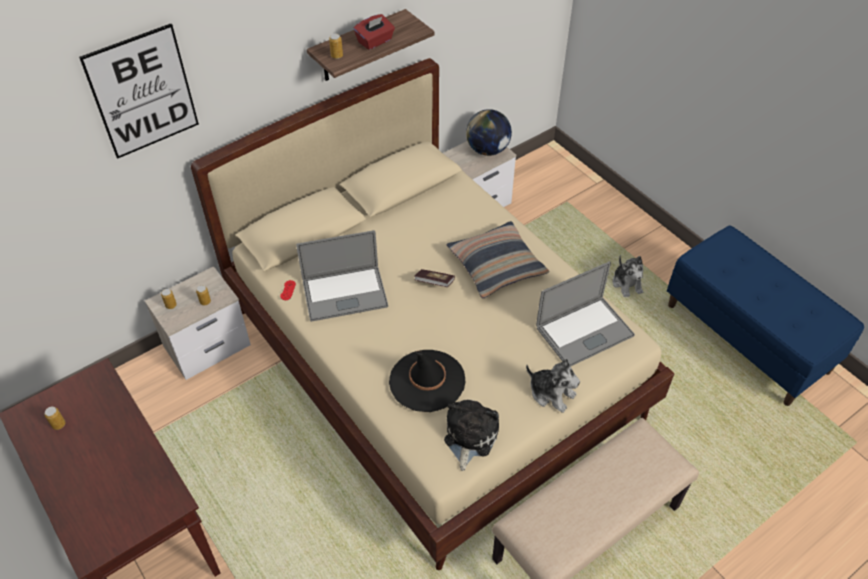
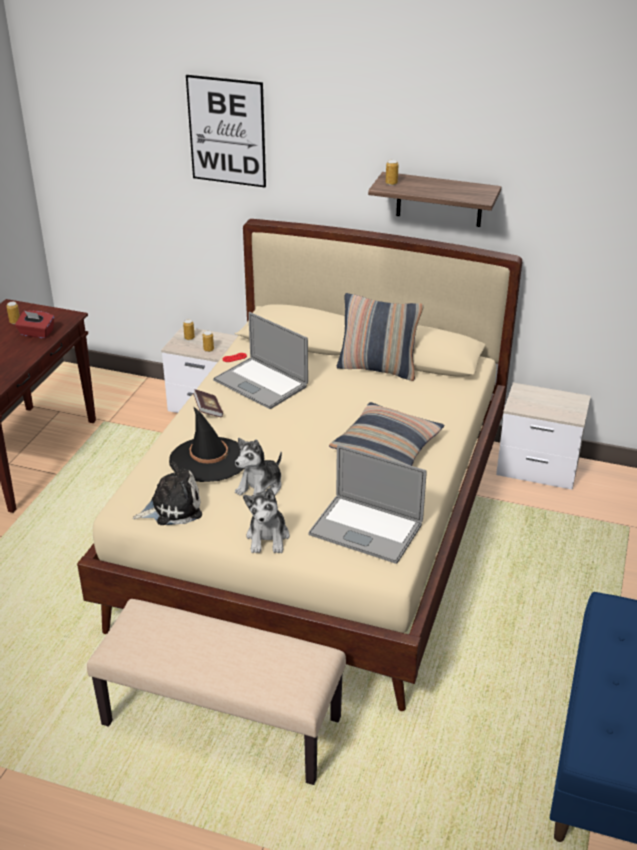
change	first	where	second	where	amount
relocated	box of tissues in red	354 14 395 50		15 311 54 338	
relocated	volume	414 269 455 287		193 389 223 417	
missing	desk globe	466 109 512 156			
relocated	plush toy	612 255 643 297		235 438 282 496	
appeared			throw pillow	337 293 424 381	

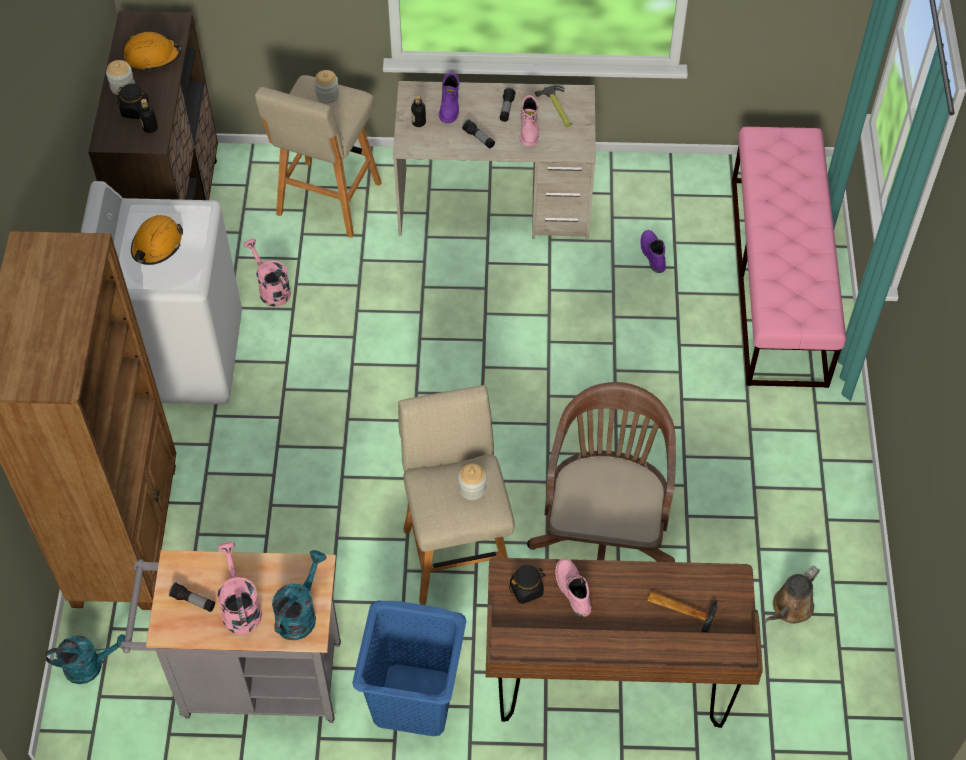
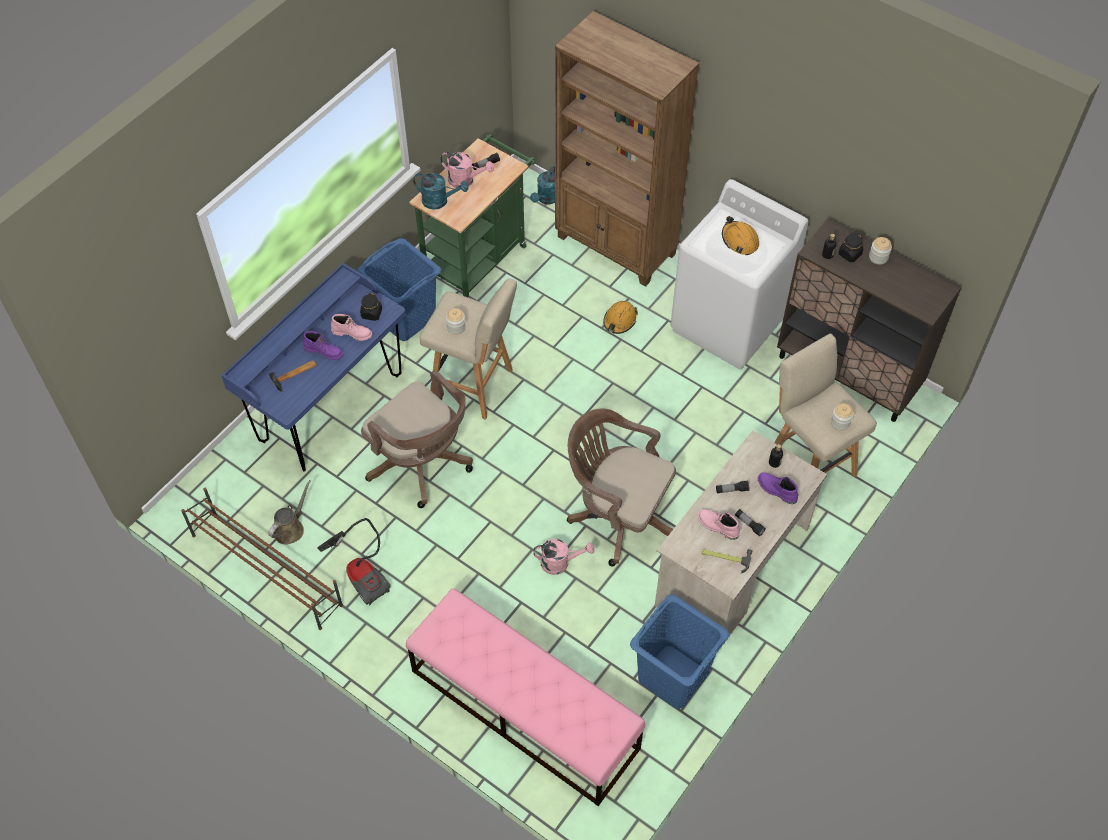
change	first	where	second	where	amount
colour	wheeled cart in greyish	120 550 341 723	wheeled cart in green-coloured	409 134 535 298	
relocated	safety helmet in orangey	124 32 181 72		603 301 638 334	
relocated	watering can in pinkish	244 239 291 307		533 539 594 575	
spun	watering can in blue-green	272 550 327 640		413 173 468 210	45 degrees counterclockwise
colour	desk in brown	486 557 763 728	desk in blue-coloured	221 263 406 471	
relocated	tall boot in purple-coloured	640 230 666 273		303 331 343 360	
spun	watering can in brown	763 566 820 624		268 480 311 544	45 degrees clockwise
appeared			shoe rack in brown	181 488 343 630	
appeared			vacuum cleaner	317 518 391 605	
appeared			office chair in brown	567 409 676 566	
appeared			laundry basket in blue-coloured	630 594 729 709	

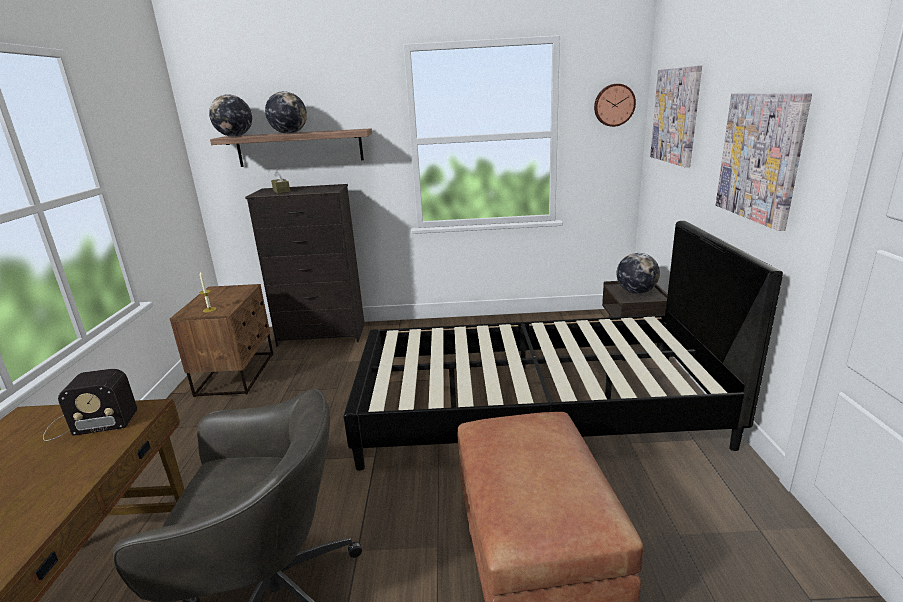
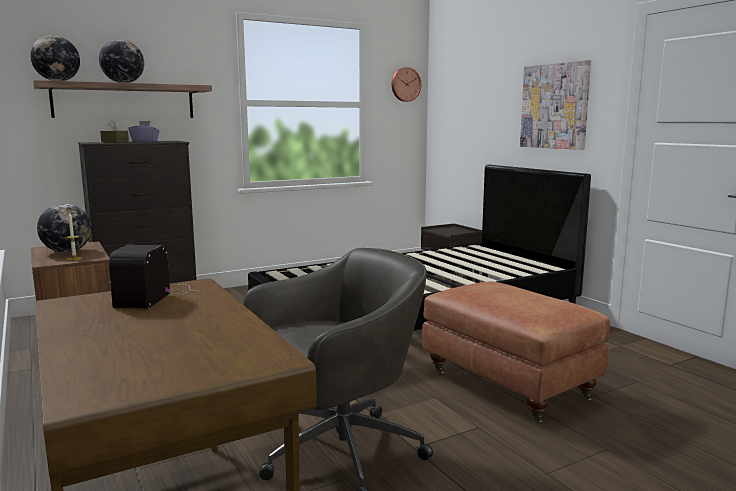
change	first	where	second	where	amount
spun	radio set	43 369 138 441		109 244 200 309	135 degrees clockwise
relocated	desk globe	617 253 660 294		37 204 92 253	
missing	wall picture	650 65 702 167			
appeared			box of tissues in purple-coloured	128 121 160 142	

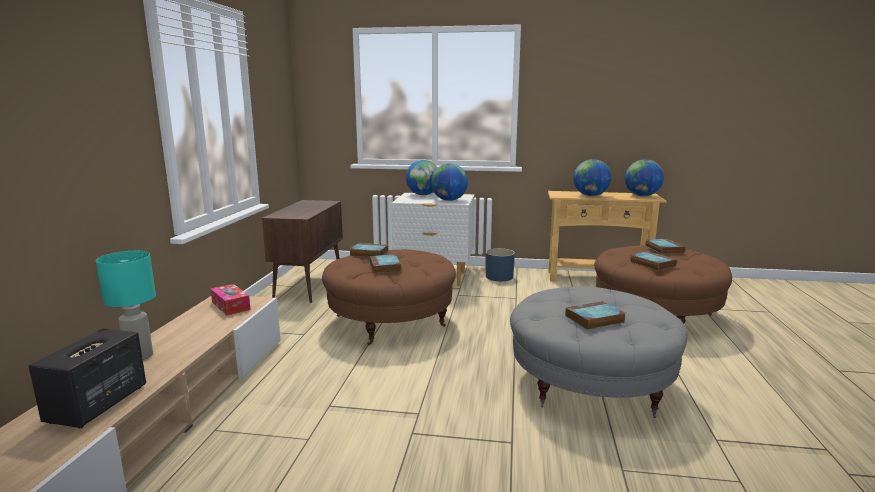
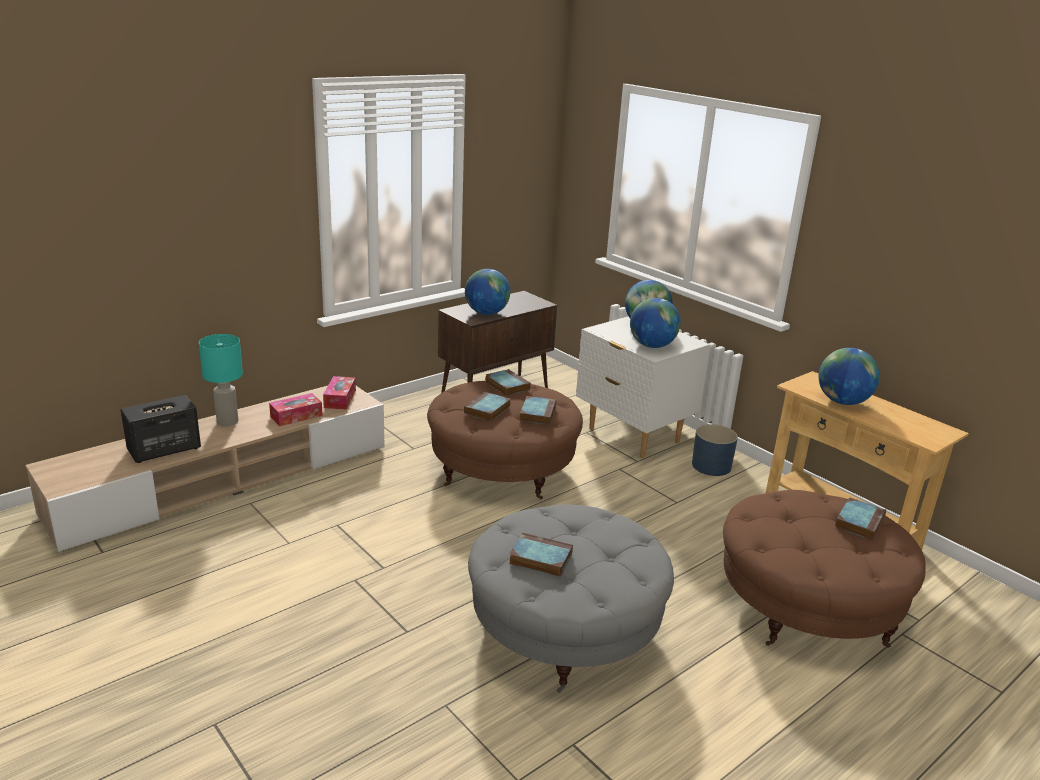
change	first	where	second	where	amount
relocated	desk globe	625 159 664 196		465 269 510 315	
relocated	volume	630 251 677 270		519 396 556 425	
appeared			box of tissues	269 393 323 426	

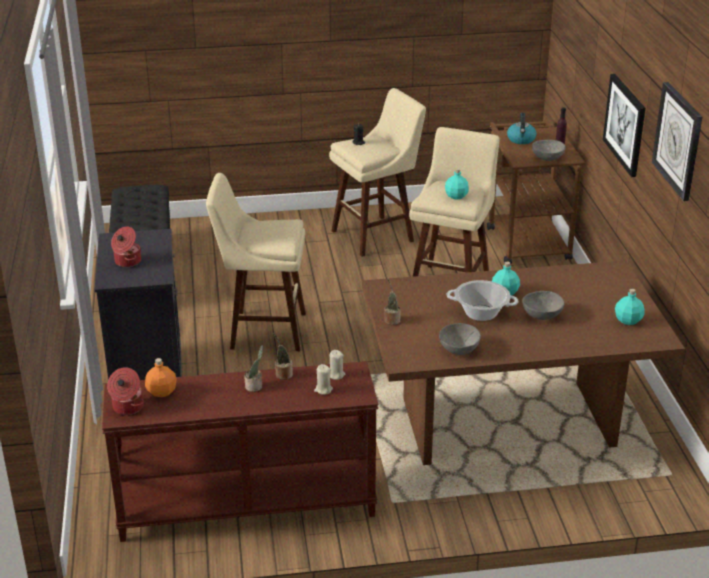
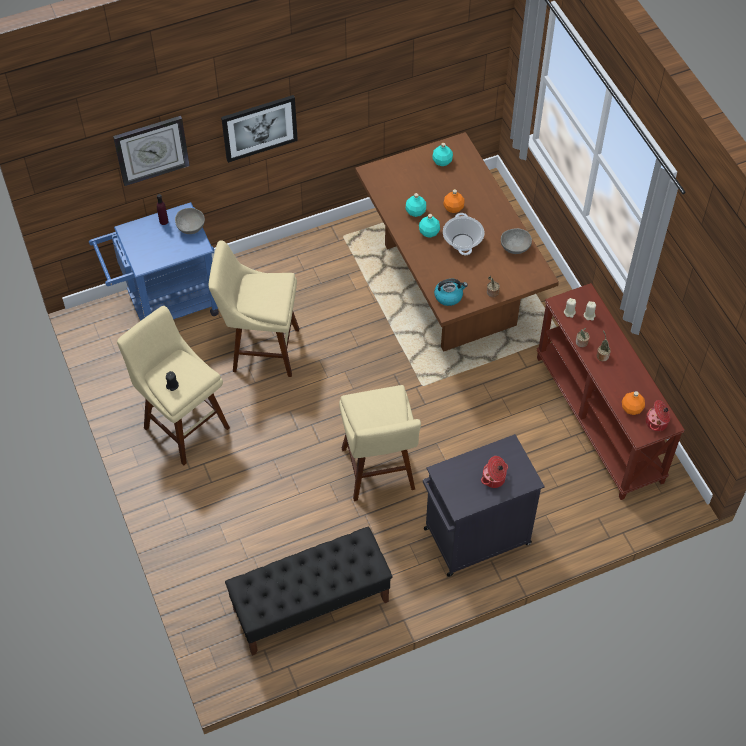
change	first	where	second	where	amount
relocated	beverage bottle in blue-green	445 168 469 200		406 193 426 217	
colour	wheeled cart in brown	487 119 585 264	wheeled cart in blue-coloured	89 202 219 321	
relocated	kettle	507 113 536 144		434 279 468 306	
exchanged	bowl in greyish	522 291 564 320	beverage bottle in orangey	443 189 465 213	
relocated	wall clock	652 82 702 201		113 116 190 186	

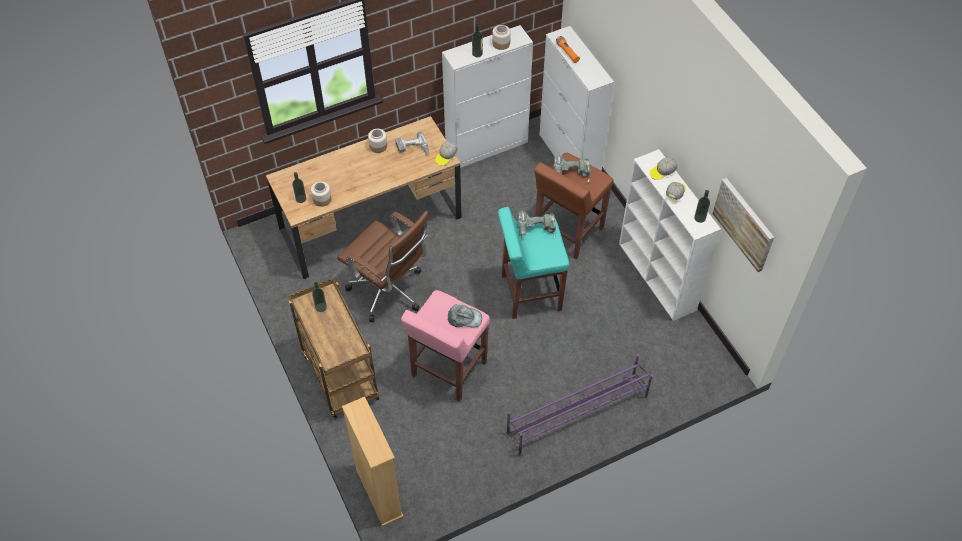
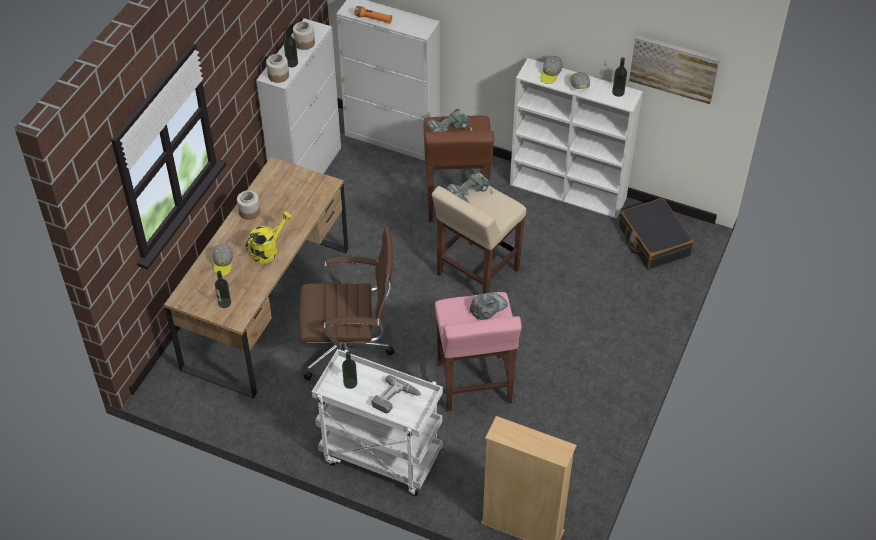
change	first	where	second	where	amount
colour	wheeled cart in brown	289 278 379 419	wheeled cart in white	312 349 443 496	
relocated	storage jar	311 181 331 207		266 54 289 83	
relocated	power drill	395 131 429 154		371 375 421 413	
relocated	peaked cap	436 141 458 166		213 244 233 276	
colour	sitting stool in blue-green	498 207 569 319	sitting stool in beige	432 185 527 294	
missing	shoe rack in purple-coloured	506 354 653 456			
appeared			watering can in yellowish	246 211 292 264	
appeared			travel case in blackish	619 198 694 270	

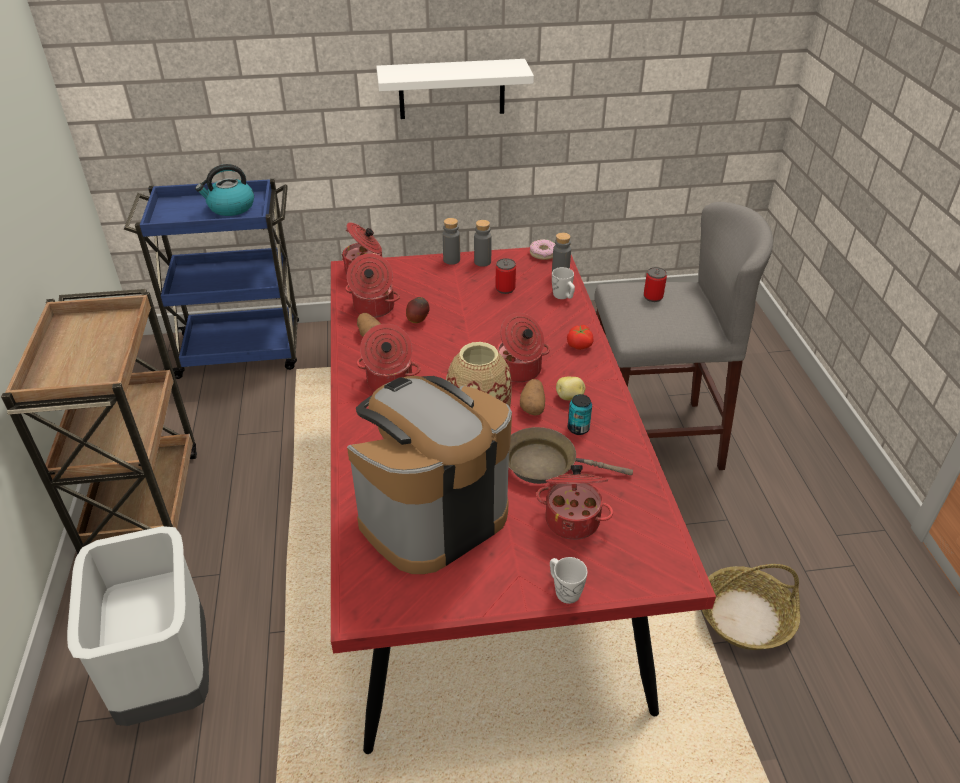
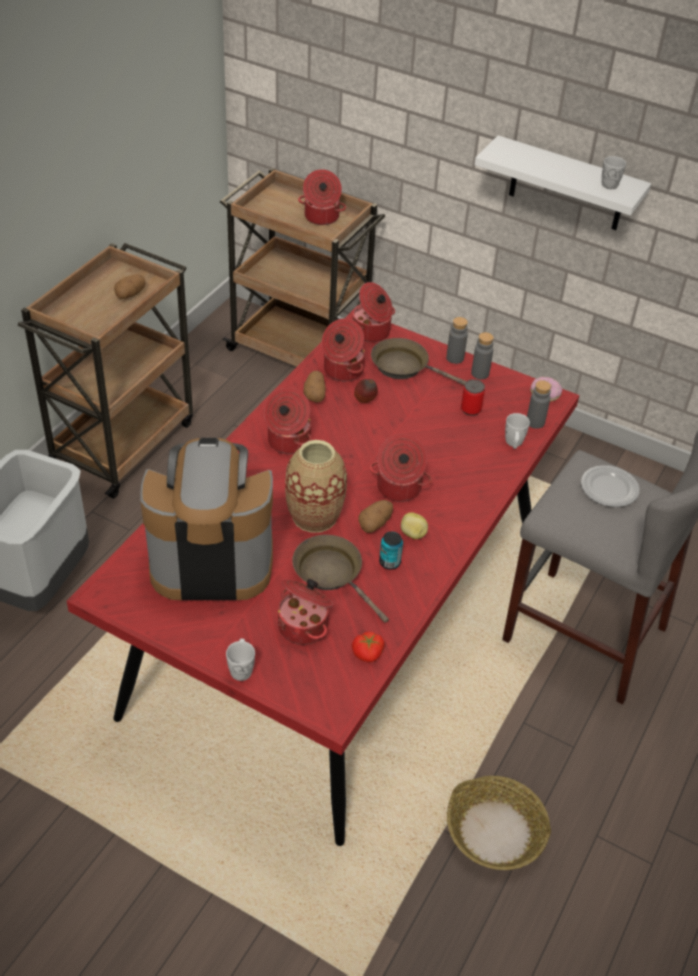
change	first	where	second	where	amount
colour	wheeled cart in blue-coloured	124 179 299 379	wheeled cart in brown	220 168 385 367	
exchanged	kettle	195 164 254 216	stockpot	298 169 346 225	
relocated	tomato	567 325 594 350		352 632 384 662	
exchanged	metal can	644 267 667 302	flat dish	581 465 640 507	
appeared			potato	114 274 145 299	
appeared			pan in brown	371 338 467 385	
appeared			coffee mug in white	602 156 626 189	

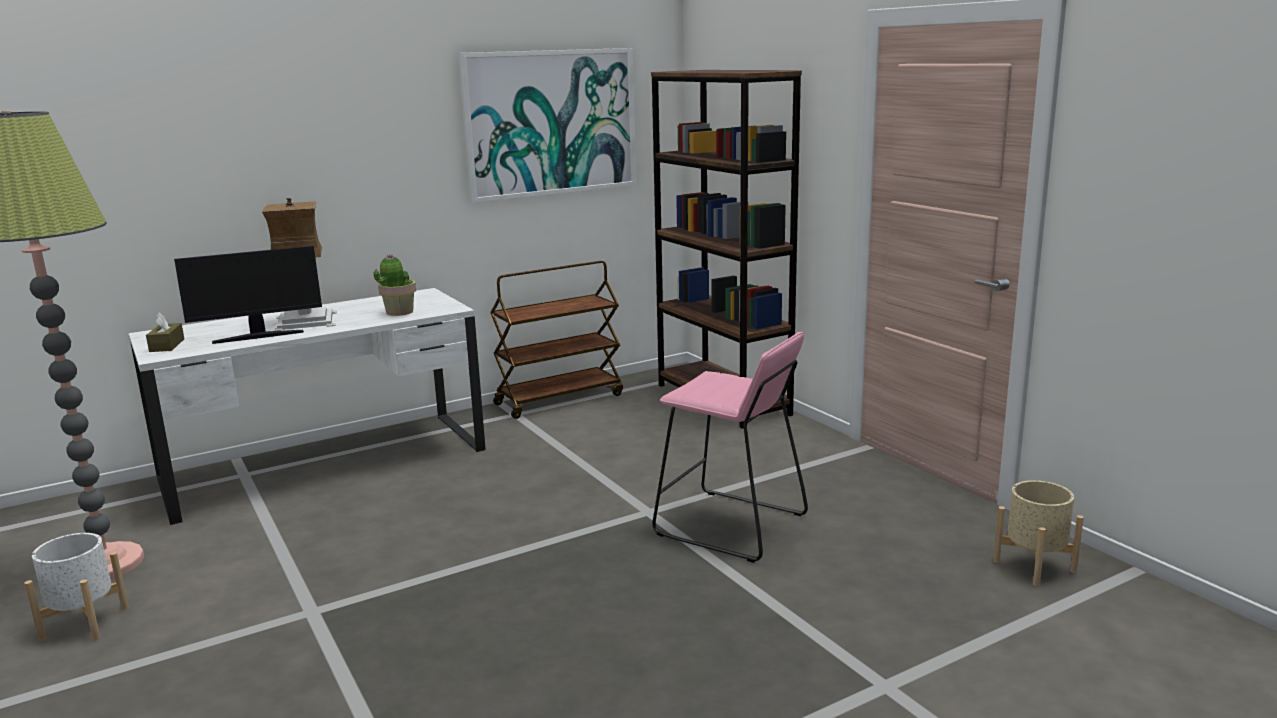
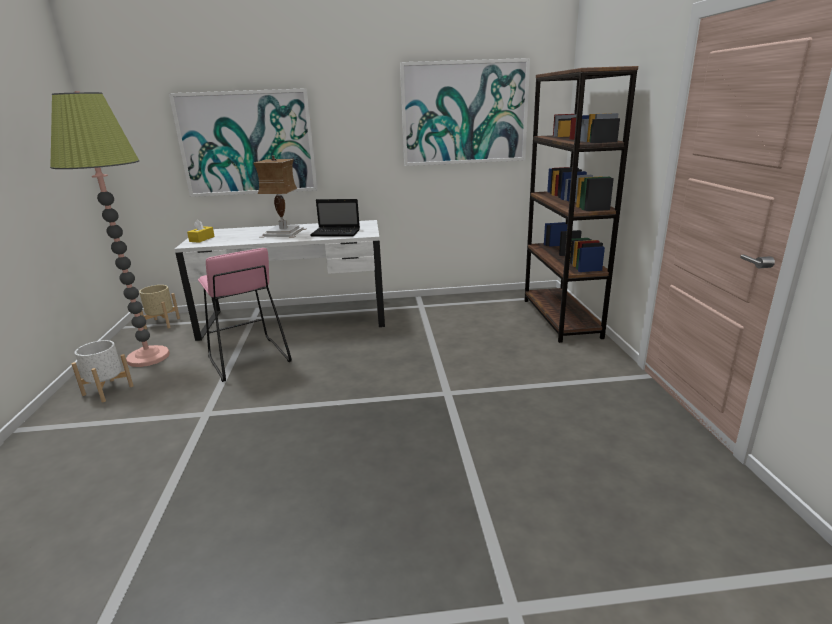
change	first	where	second	where	amount
colour	box of tissues in brown	146 312 184 352	box of tissues in yellowish	187 219 215 243	
missing	computer display	174 246 322 344			
exchanged	houseplant	373 254 416 316	notebook computer	310 199 360 236	
missing	wheeled cart in brown	490 261 623 419			
relocated	sitting stool in pinkish	652 332 808 563		198 248 292 382	
relocated	plant pot in beige	993 480 1084 586		139 285 180 329	
appeared			wall picture	169 88 318 197	

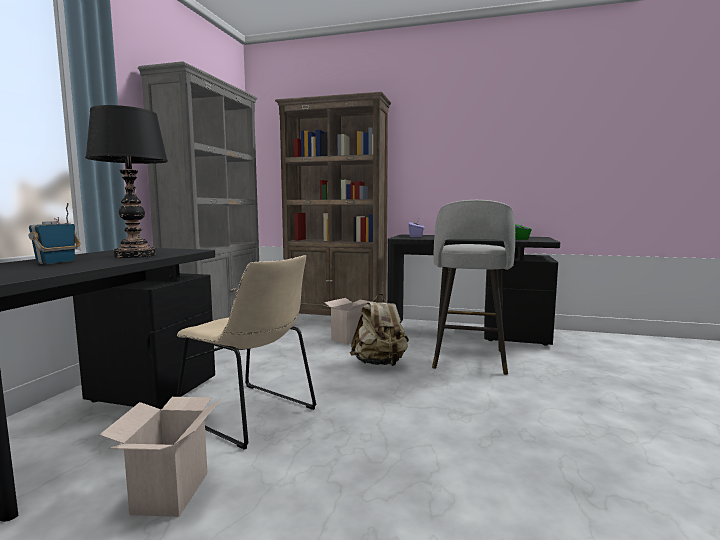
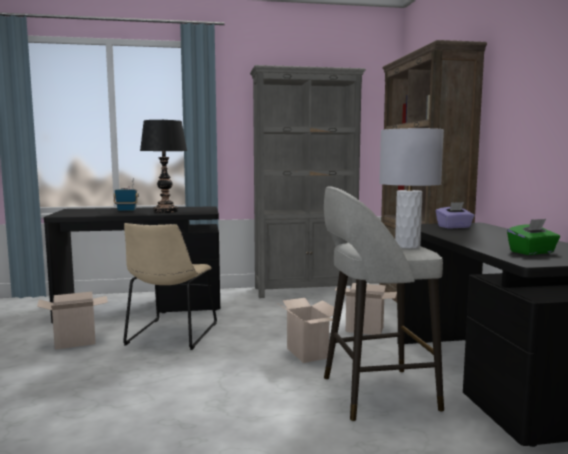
change	first	where	second	where	amount
exchanged	knapsack in beige	350 294 409 366	packing box	277 298 334 363	
appeared			tabletop lamp in greyish	379 128 444 249	

